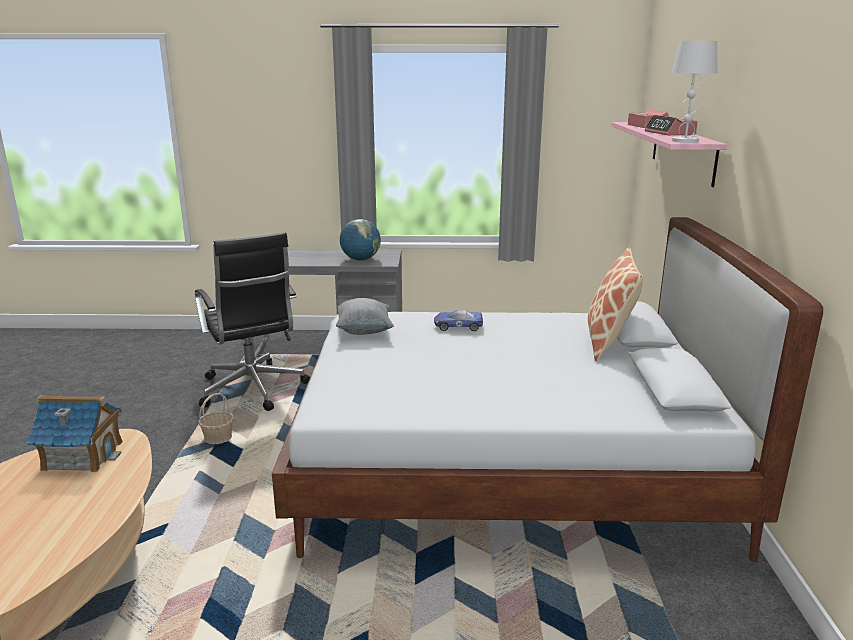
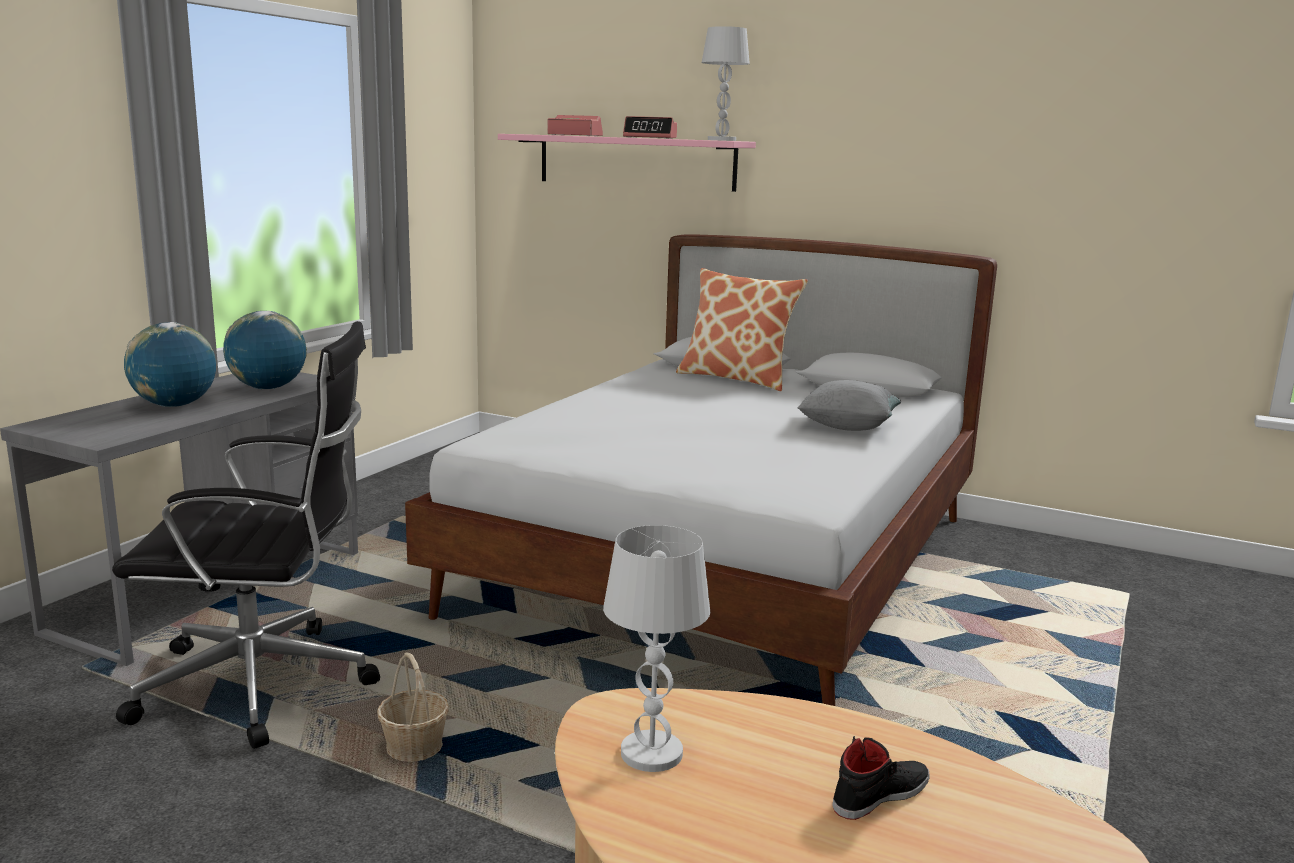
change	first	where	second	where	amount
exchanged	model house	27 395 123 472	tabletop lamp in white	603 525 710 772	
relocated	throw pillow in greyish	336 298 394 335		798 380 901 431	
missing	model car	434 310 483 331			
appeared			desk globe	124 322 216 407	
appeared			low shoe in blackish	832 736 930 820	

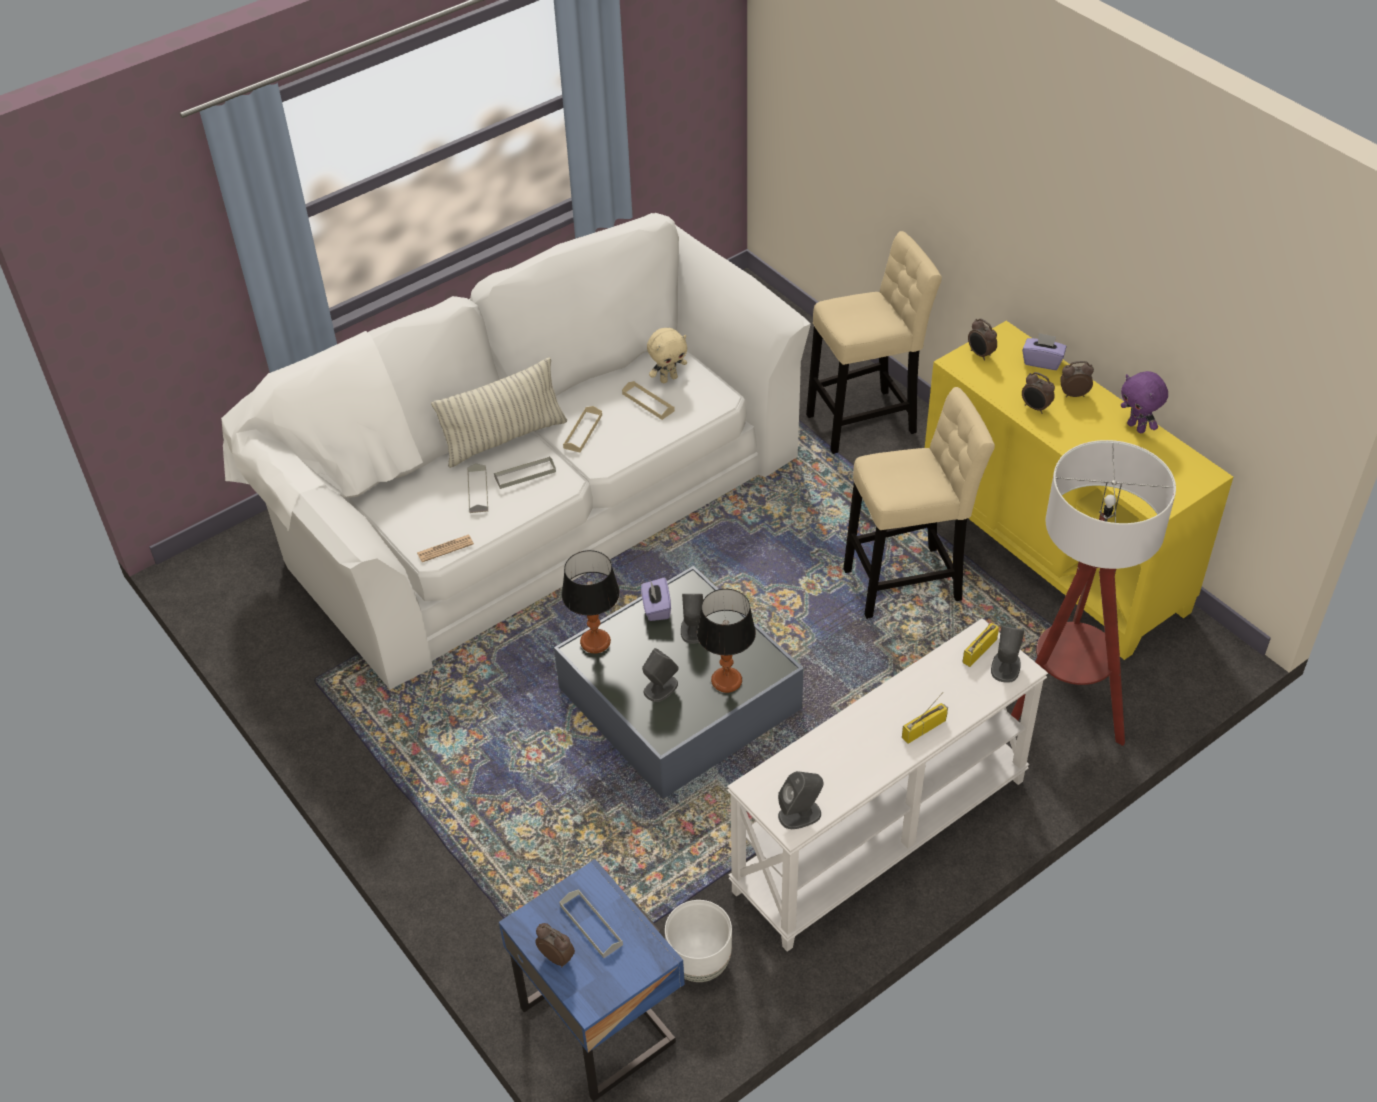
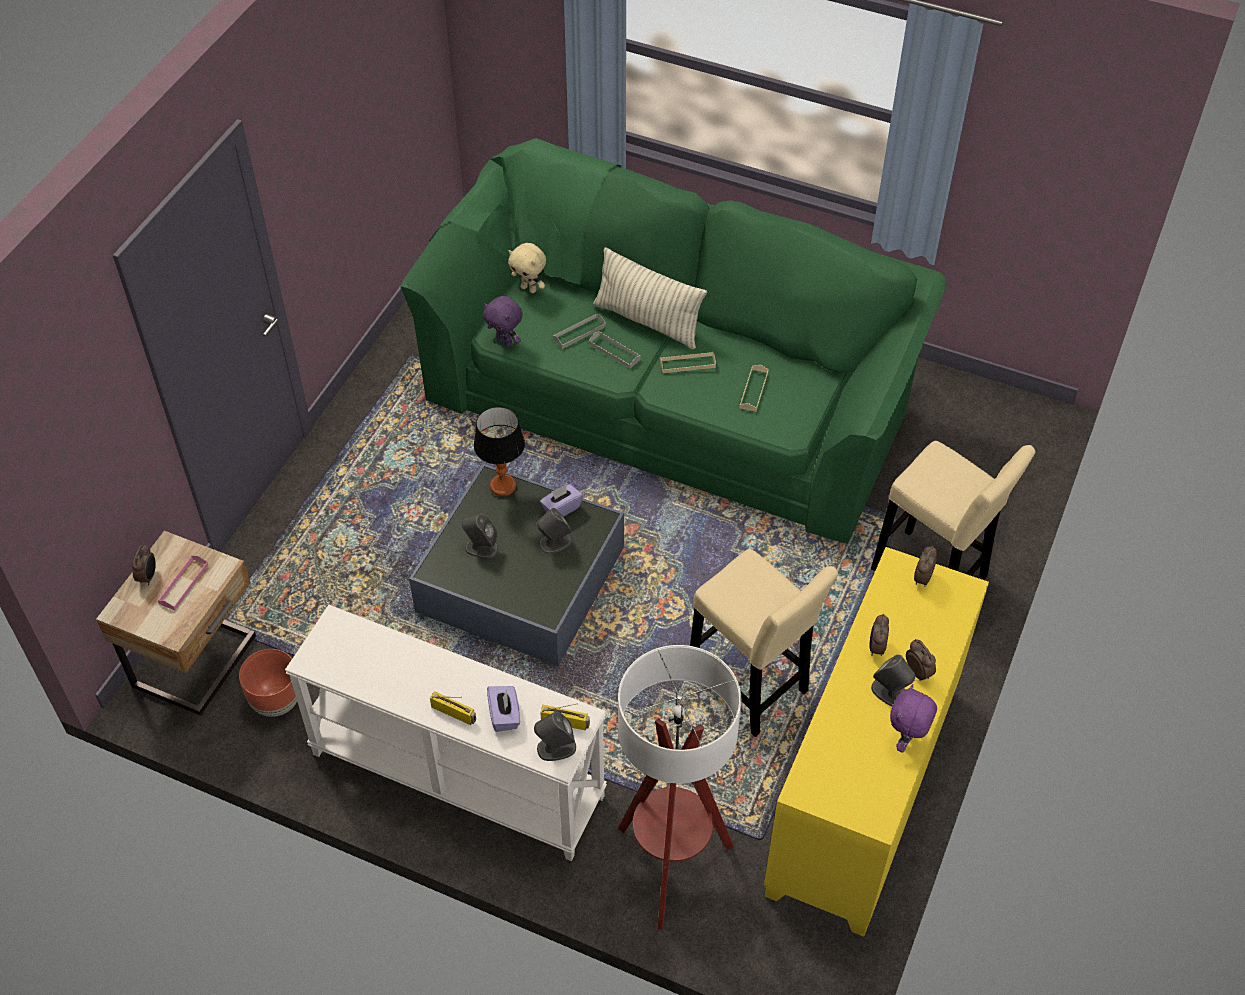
change	first	where	second	where	amount
colour	settee in white	221 213 811 690	settee in green-coloured	400 138 946 544	
exchanged	daily paper	417 535 474 562	plush toy in purple-coloured	483 296 523 347	
colour	nightstand in blue-coloured	499 859 685 1102	nightstand in beige	96 531 256 716	
colour	serving tray in greyish	560 889 623 958	serving tray in pinkish	158 555 208 610	
relocated	plush toy in beige	647 328 687 383		508 243 546 293	
colour	plant pot in white	665 900 732 982	plant pot in brown	239 649 297 717	
missing	tabletop lamp	696 589 756 693			
relocated	loudspeaker in greyish	778 771 824 829		871 654 915 707	
relocated	box of tissues in purple-coloured	1022 333 1066 370		487 686 520 732	

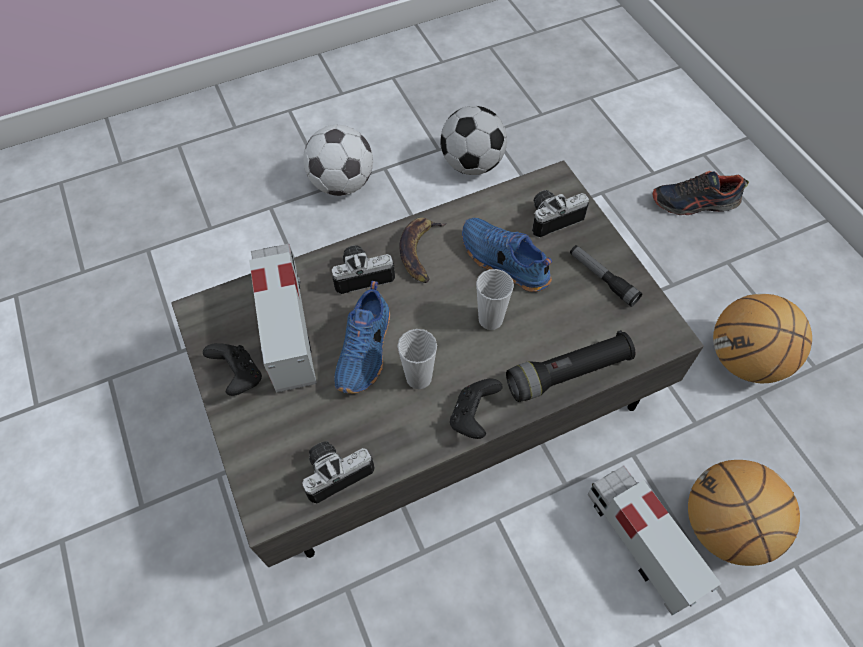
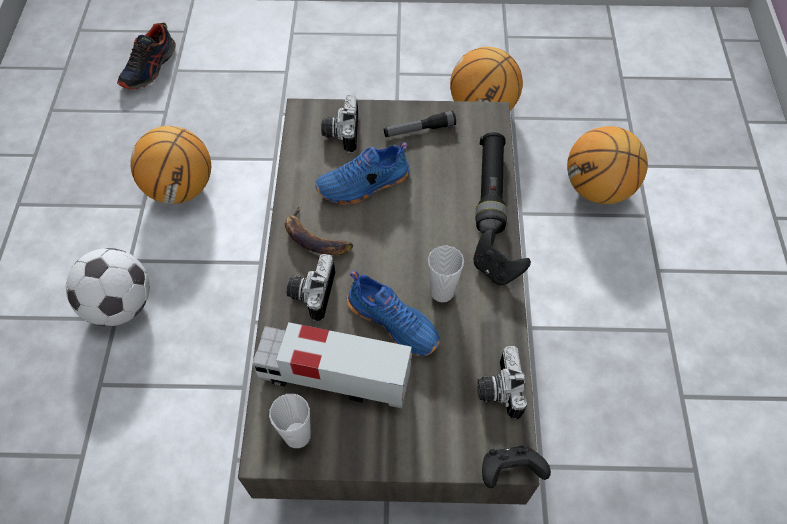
change	first	where	second	where	amount
relocated	gamepad in blackish	203 343 262 396		482 446 551 488	
exchanged	ball for football	440 106 507 175	basketball ball	130 126 211 204	
relocated	drinking cup	476 269 514 330		269 394 311 448	
missing	model truck	587 465 721 615			
relocated	low shoe	652 171 749 215		117 23 176 90	

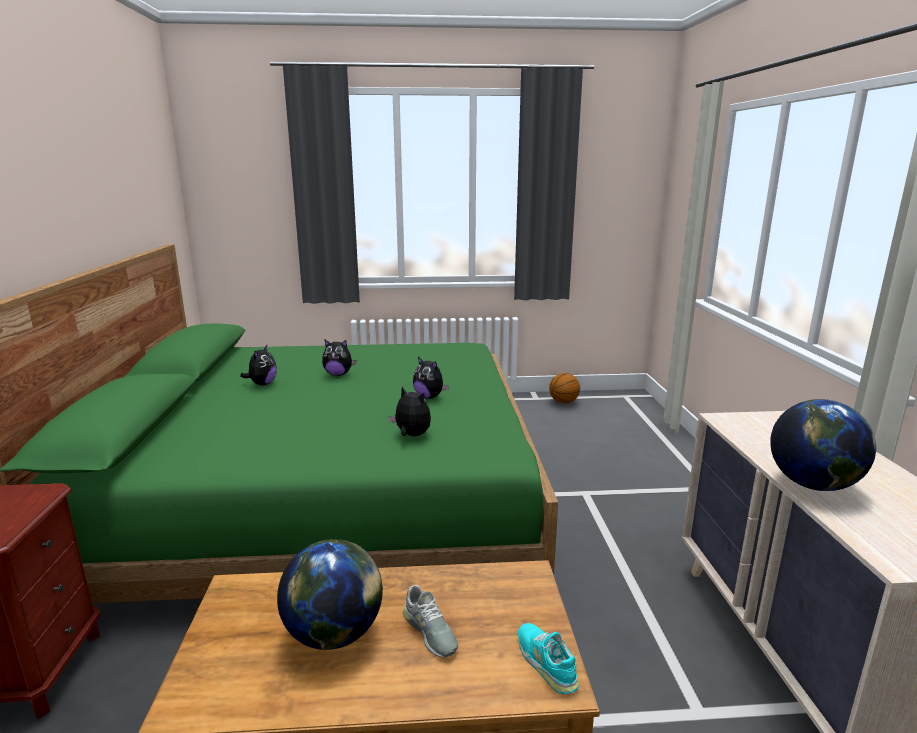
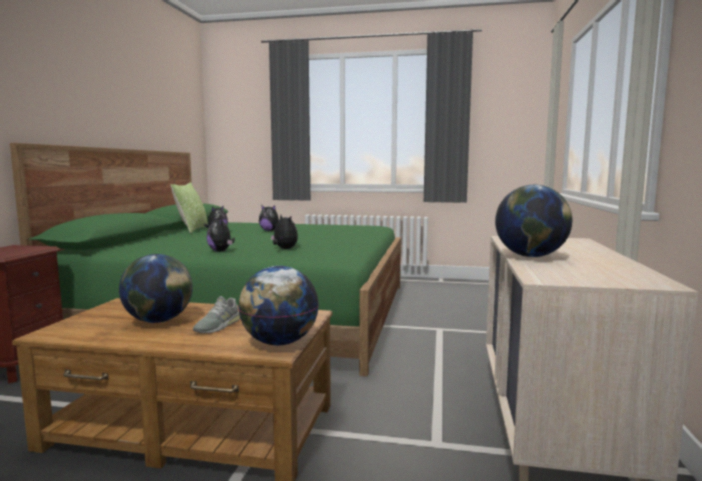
change	first	where	second	where	amount
spun	low shoe in greyish	403 585 458 657		193 296 240 333	45 degrees clockwise
relocated	plush toy	413 356 449 399		207 217 235 252	
exchanged	low shoe in blue-green	518 623 579 694	desk globe	238 266 319 346	
missing	basketball ball	549 373 580 403			
appeared			throw pillow	171 182 208 233	

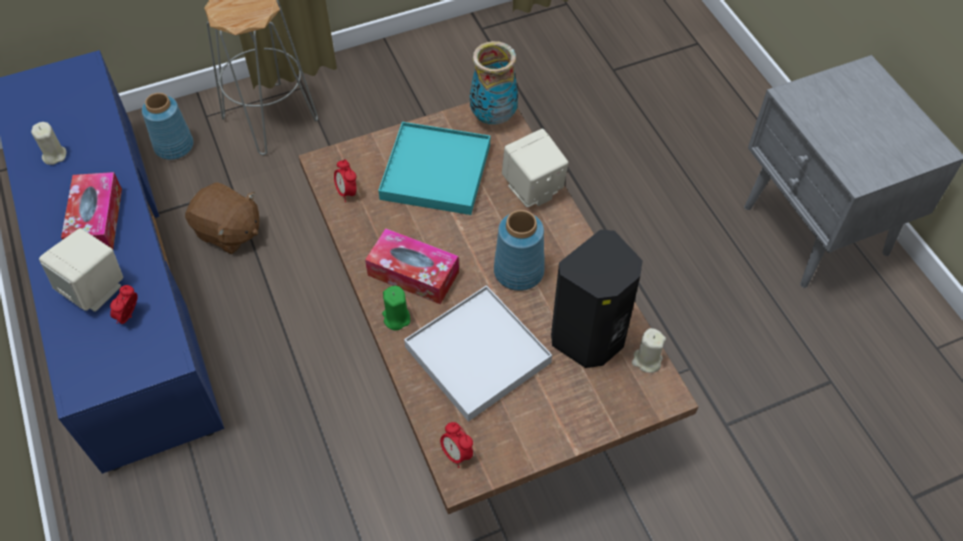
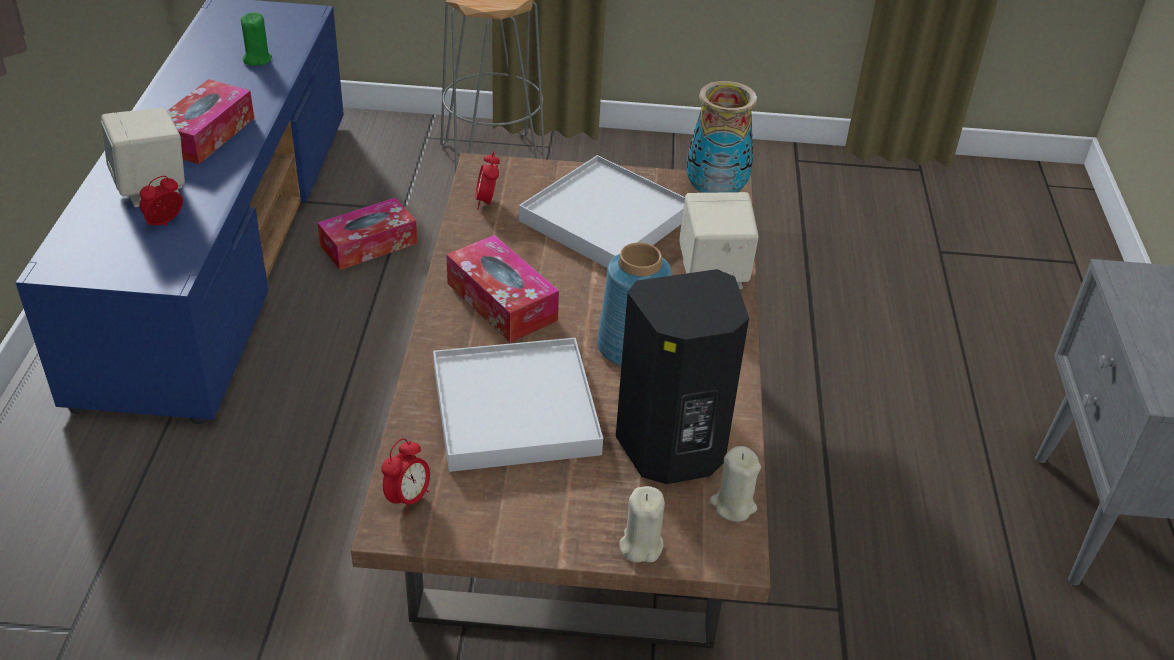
change	first	where	second	where	amount
relocated	wax light in beige	31 122 66 165		619 486 665 562	
missing	vase in blue-coloured	142 93 194 160			
exchanged	plush toy in brown	185 182 259 254	box of tissues	318 198 417 270	
colour	serving tray in blue-green	378 122 490 215	serving tray in white	519 155 685 268	
relocated	wax light in green-coloured	382 286 410 330		241 12 272 66	
spun	alarm clock	440 422 473 468		381 438 430 515	135 degrees counterclockwise

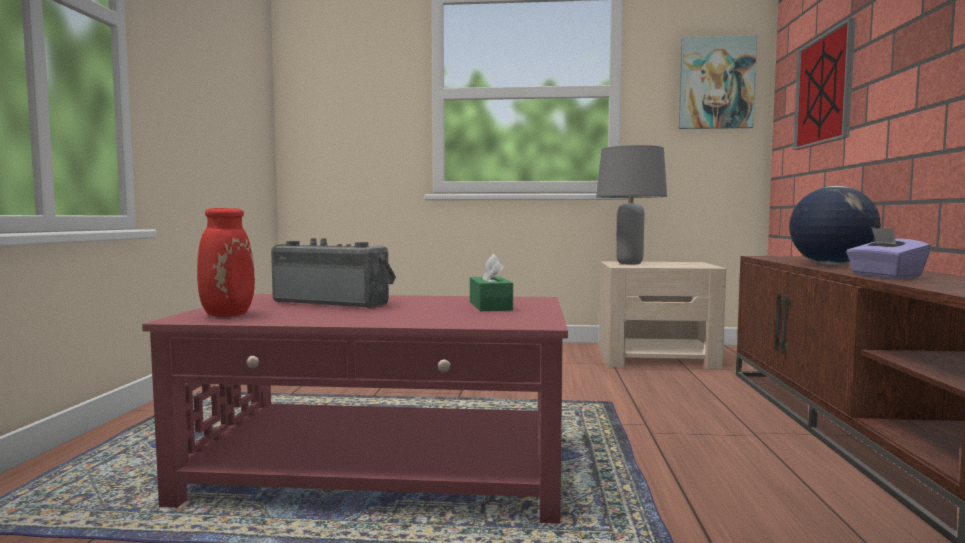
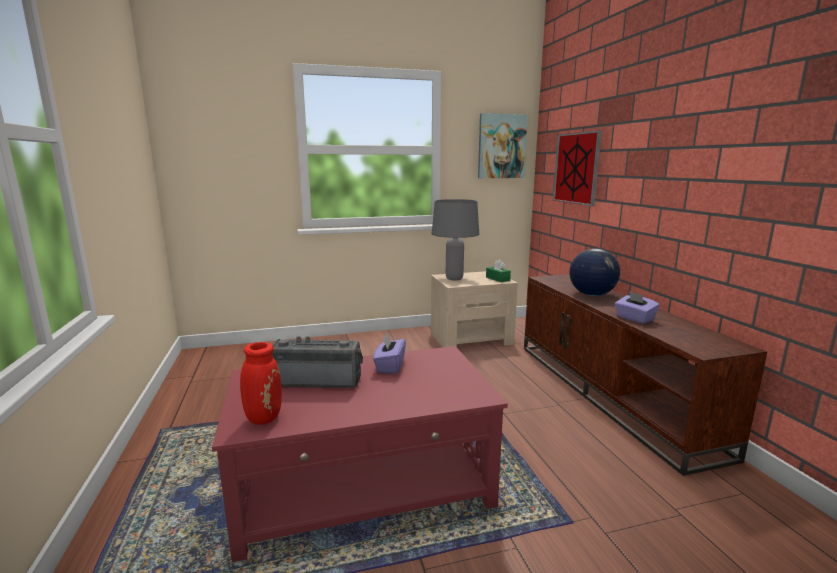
change	first	where	second	where	amount
relocated	box of tissues in green-coloured	470 254 513 311		486 259 511 282	
appeared			box of tissues in purple-coloured	373 333 406 374	

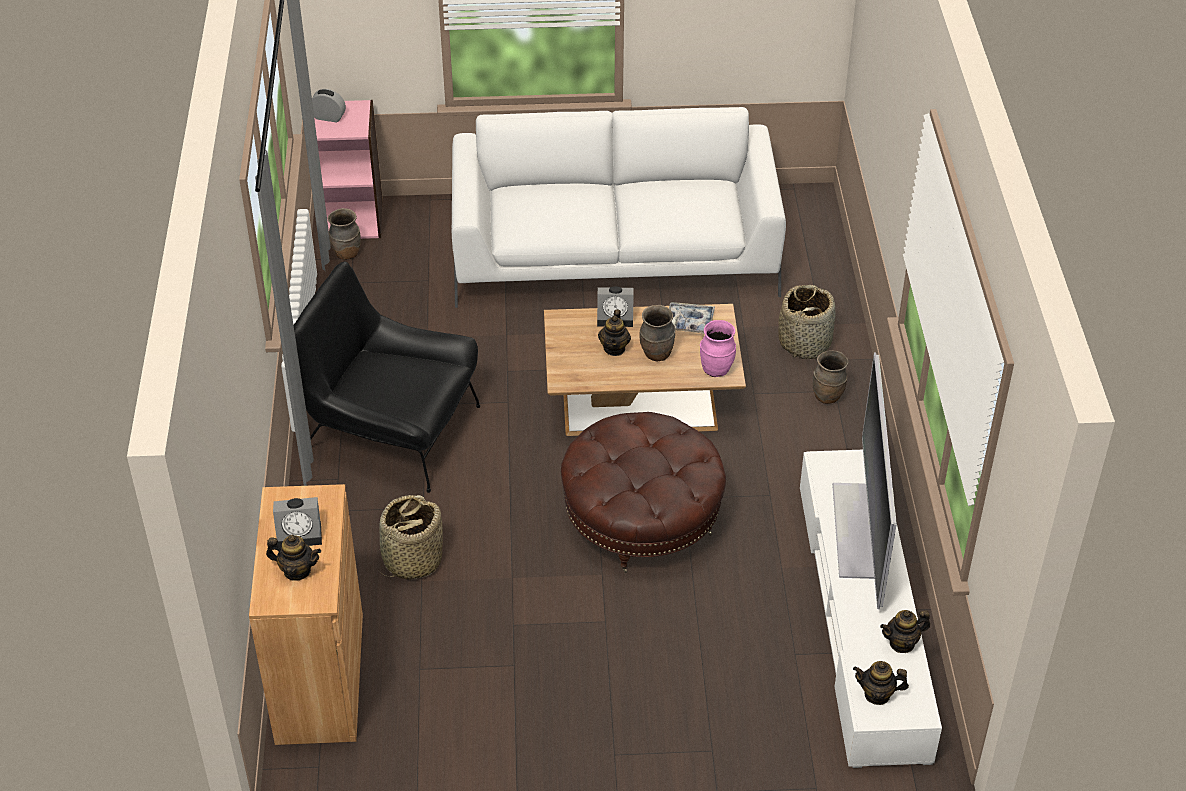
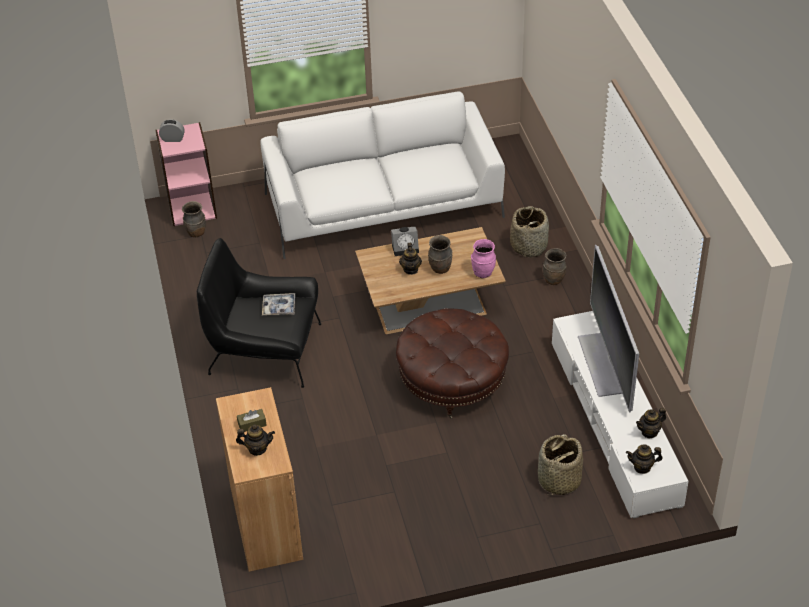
change	first	where	second	where	amount
exchanged	alarm clock	273 497 322 548	box of tissues in brown	237 409 267 432	
relocated	storage basket	377 495 443 580		538 434 583 495	
relocated	serving tray	669 302 715 334		262 293 295 315	

